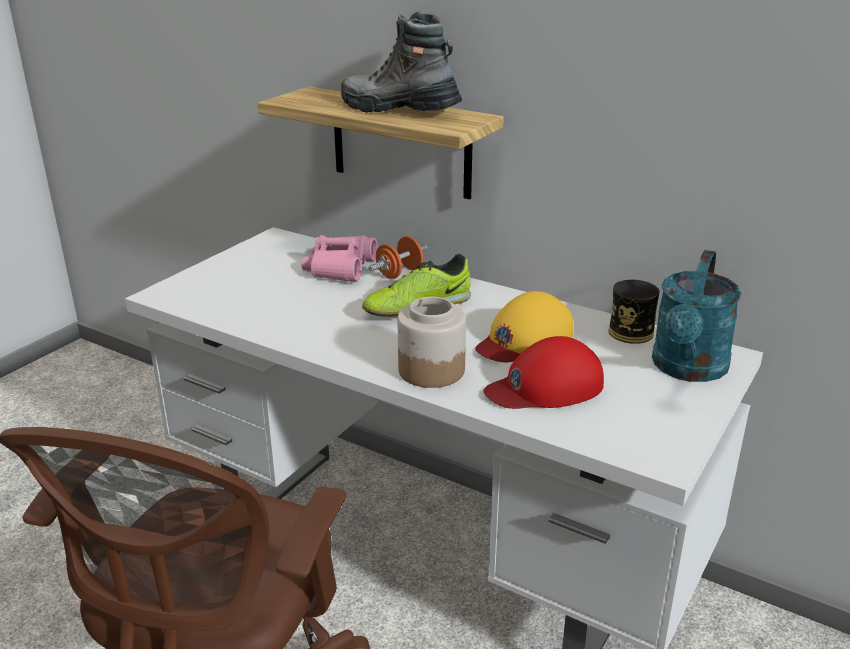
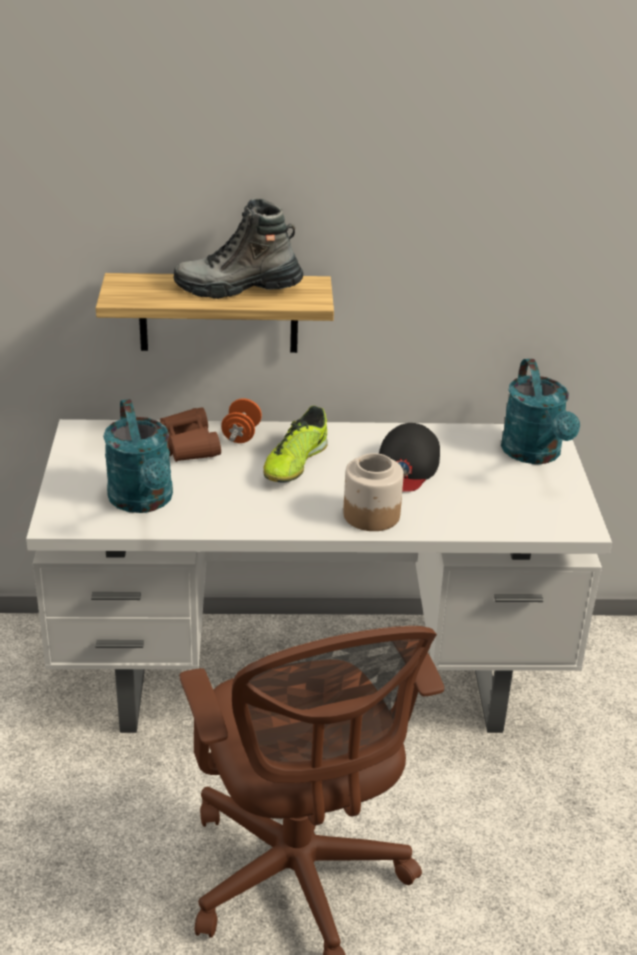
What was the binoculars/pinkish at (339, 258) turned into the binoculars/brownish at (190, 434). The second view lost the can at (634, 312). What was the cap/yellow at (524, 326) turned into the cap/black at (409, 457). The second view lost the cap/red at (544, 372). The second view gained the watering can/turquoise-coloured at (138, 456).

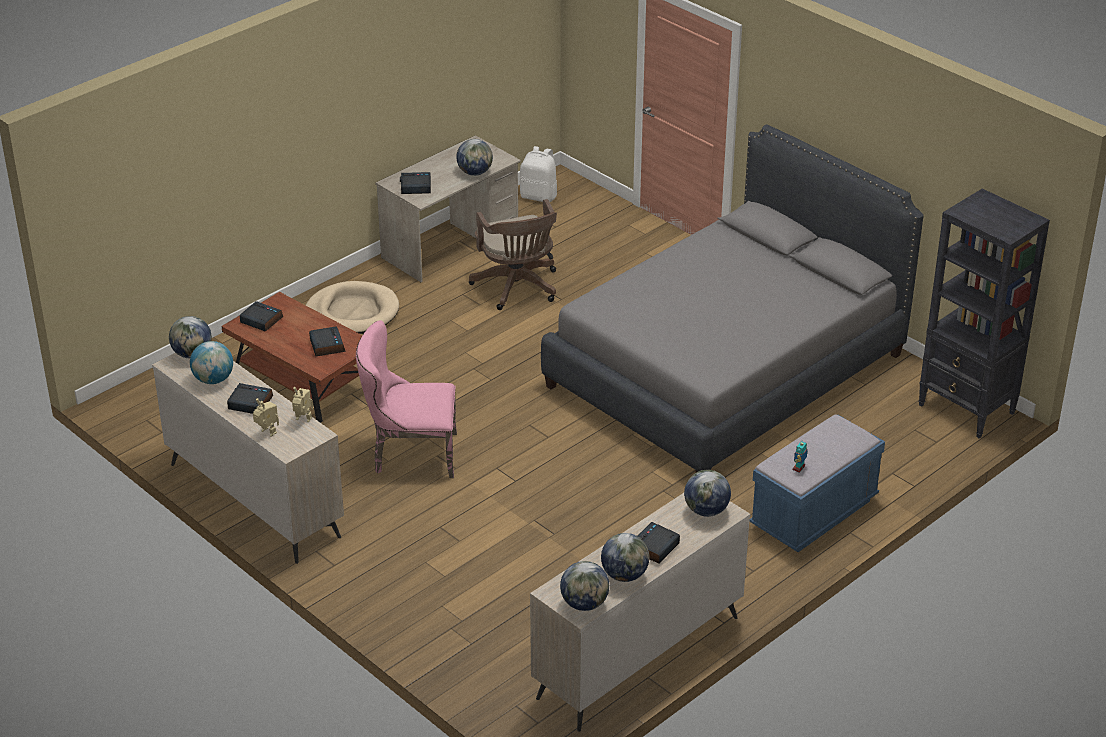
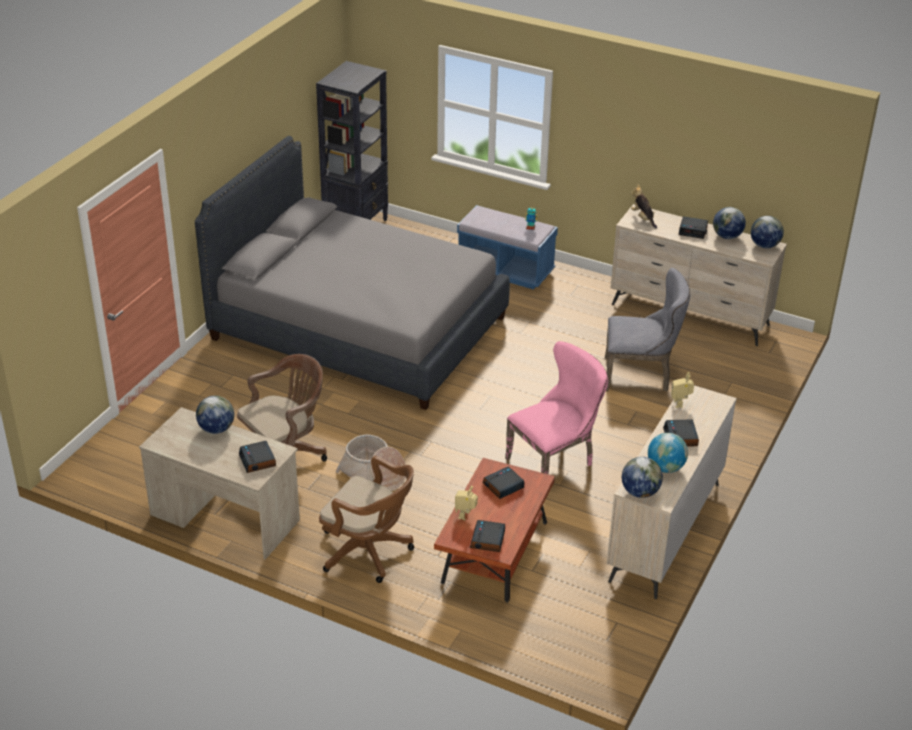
The second view lost the knapsack/white-coloured at (538, 174). Where the dog bed/sand-coloured stood at (352, 307), the computer chair/brownish came to stand at (366, 519). The chair/pinkish at (406, 399) ended up facing another way, 105 degrees counterclockwise from before. The toy robot ended up elsewhere, having gone from (266, 417) to (466, 503). Where the world globe stood at (707, 493), the soft toy came to stand at (644, 206). The second view gained the chair/greyish at (647, 329). The second view gained the basket at (371, 463).

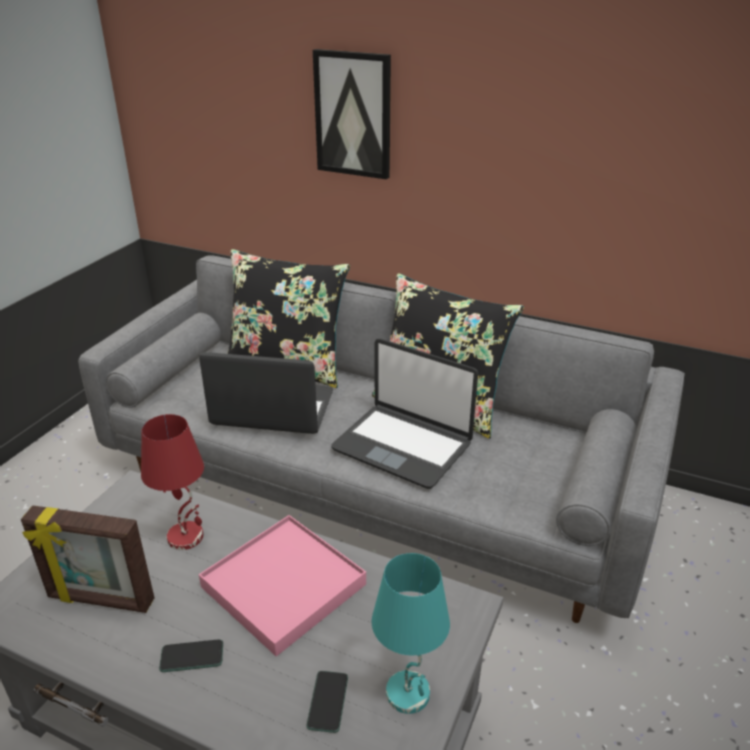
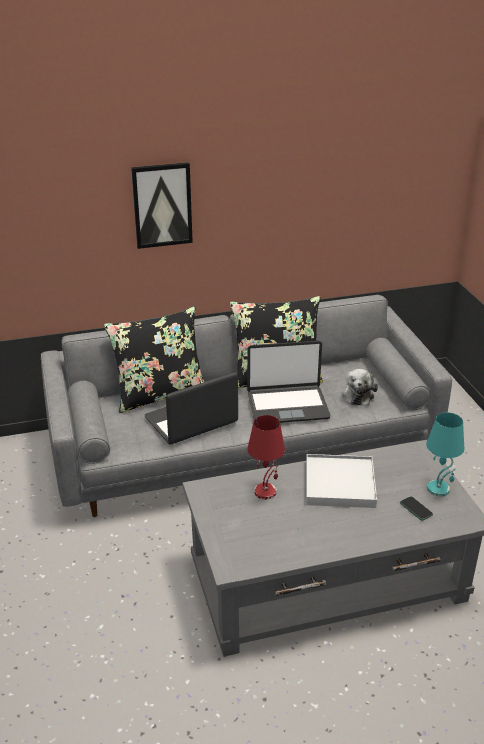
The second view lost the photo frame at (87, 559). What was the tray/pinkish at (282, 585) turned into the tray/white-coloured at (341, 481). The second view lost the handset at (191, 655). The second view gained the soft toy at (359, 387).

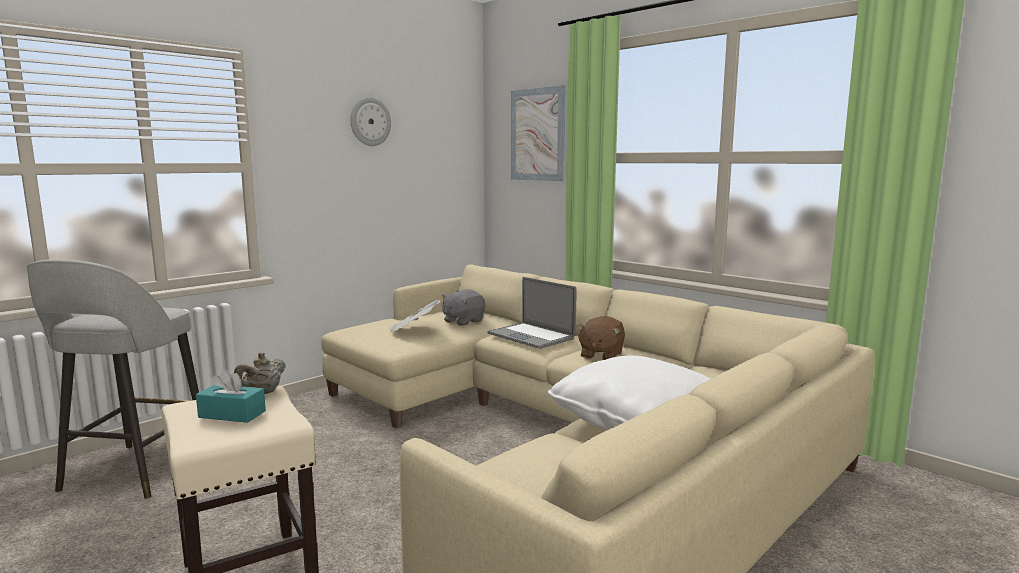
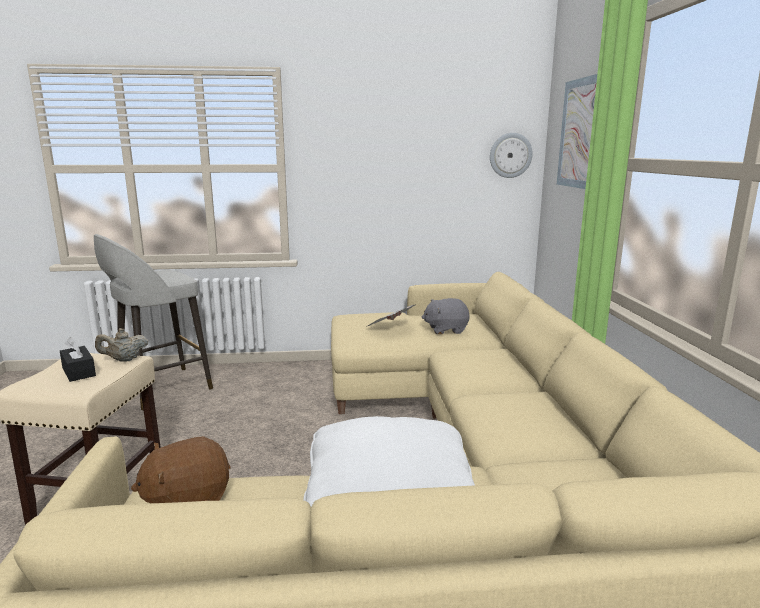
The hanging clock ended up elsewhere, having gone from (371, 121) to (511, 155). The second view lost the laptop at (532, 313). The soft toy/brownish ended up elsewhere, having gone from (601, 338) to (181, 469). What was the tissue box/turquoise-coloured at (231, 396) turned into the tissue box/black at (78, 359).

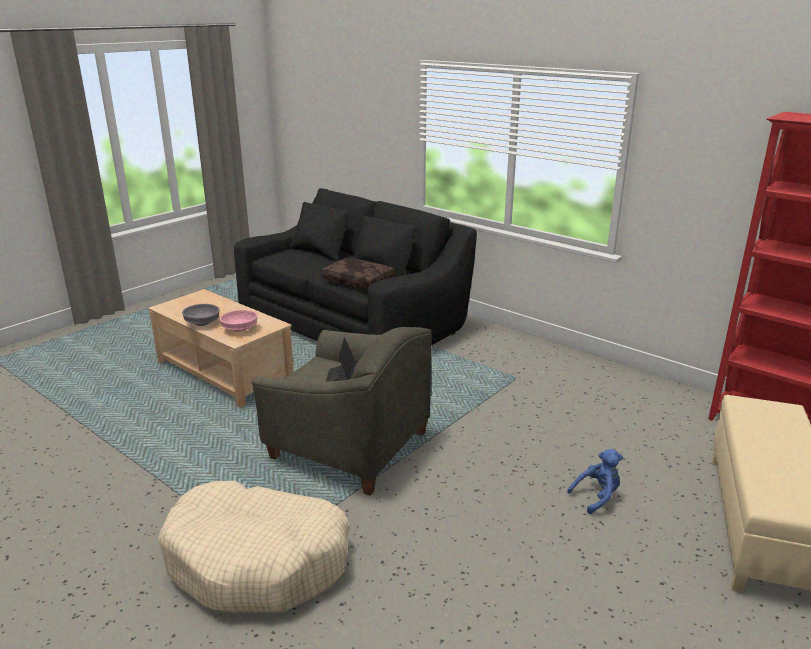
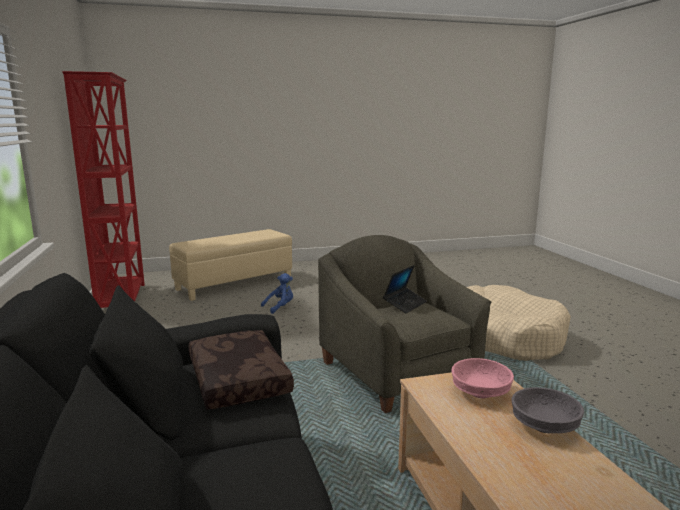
The soft toy/blue at (595, 481) ended up facing another way, 135 degrees clockwise from before.

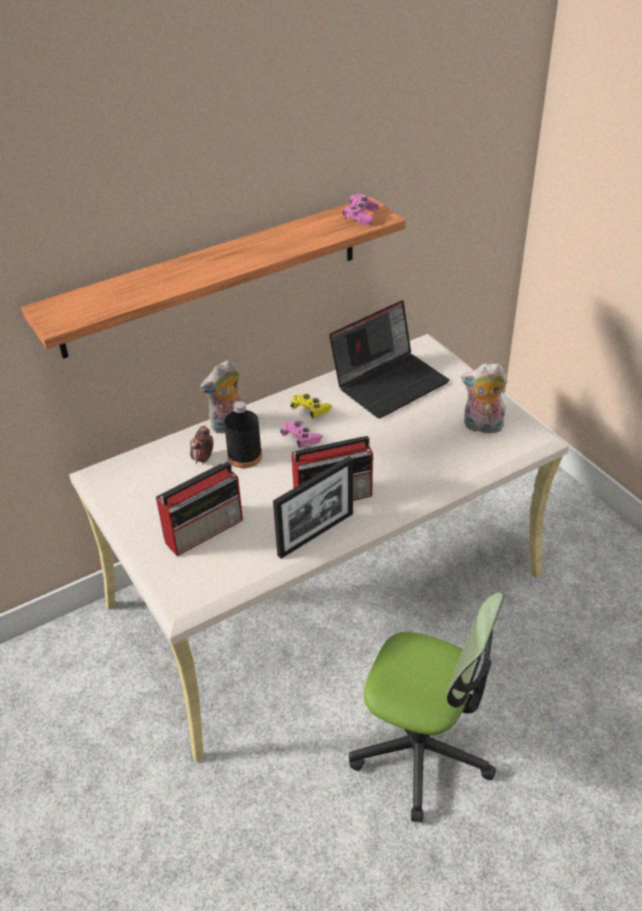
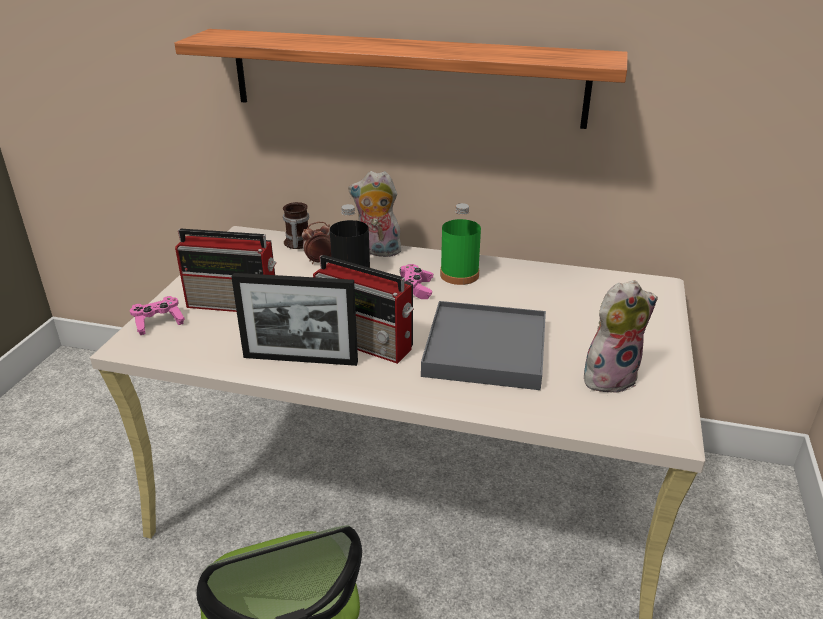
The gamepad/pinkish ended up elsewhere, having gone from (361, 210) to (157, 315). The second view lost the laptop at (389, 359). The soft toy at (484, 398) ended up facing another way, 105 degrees clockwise from before. Where the gamepad/yellow stood at (311, 406), the bottle/greenish came to stand at (460, 244). The second view gained the tea mug at (296, 225). The second view gained the tray/greyish at (483, 345).

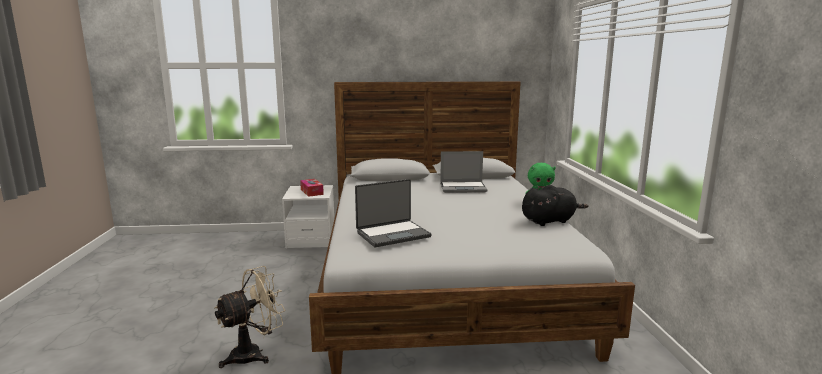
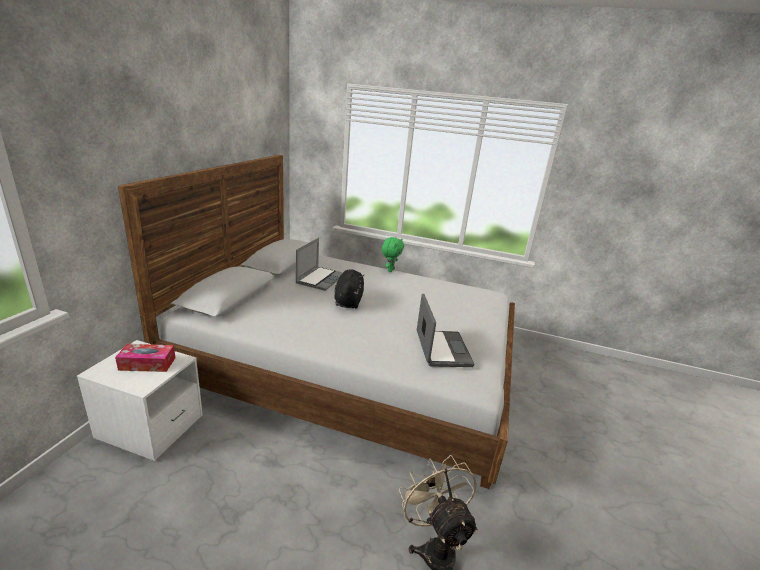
The soft toy/black ended up elsewhere, having gone from (555, 205) to (349, 288).

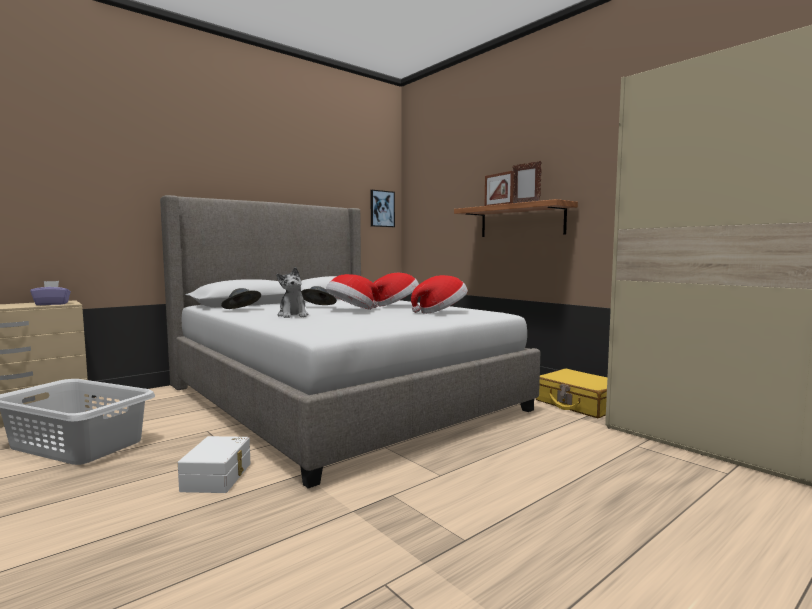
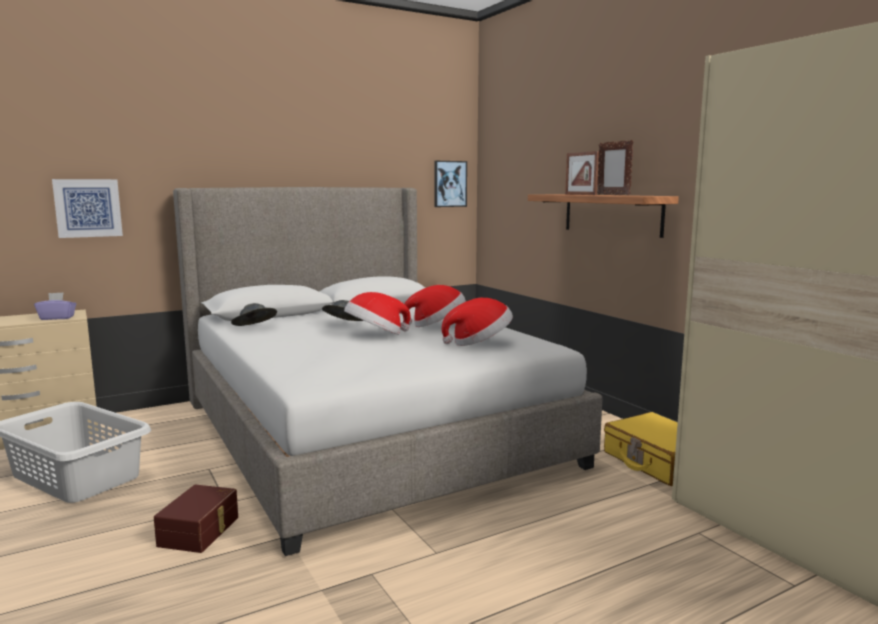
The second view lost the soft toy at (292, 292). What was the storage bin/white-coloured at (214, 464) turned into the storage bin/brownish at (196, 519). The second view gained the wall picture at (87, 208).

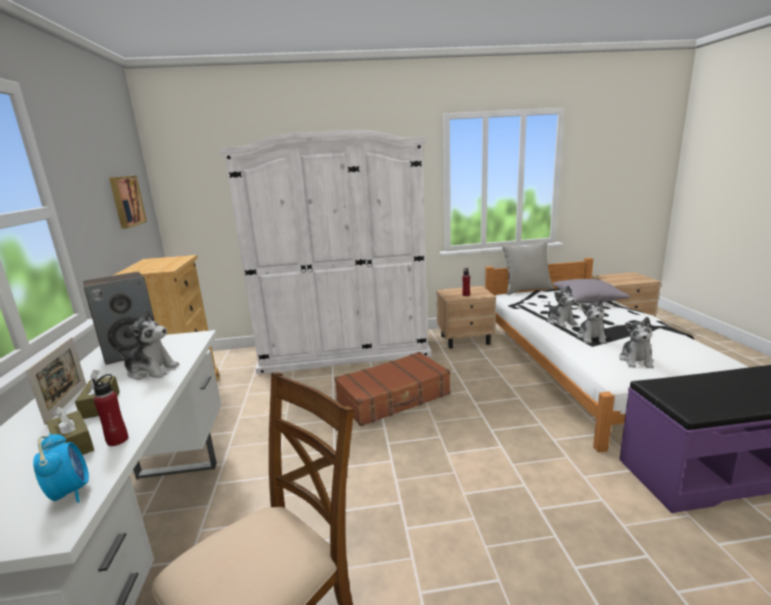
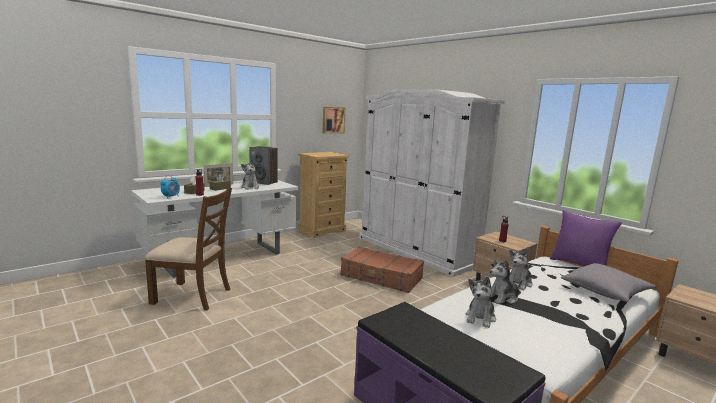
What was the throw pillow/greyish at (528, 268) turned into the throw pillow/purple-coloured at (586, 238). The soft toy at (636, 342) ended up facing another way, 45 degrees counterclockwise from before.

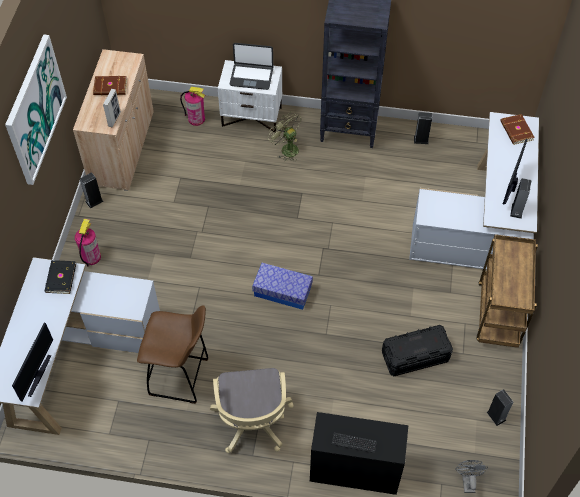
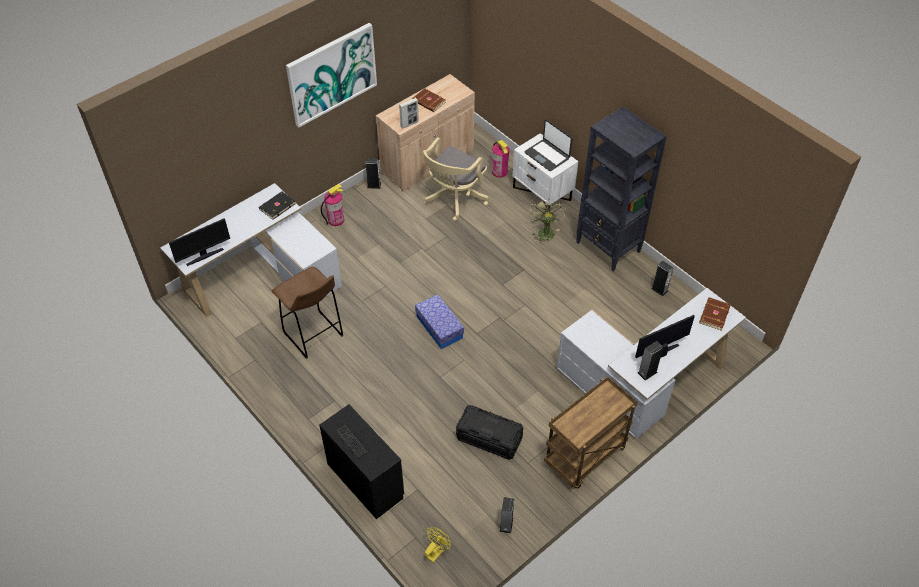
The computer chair/sand-coloured ended up elsewhere, having gone from (252, 410) to (456, 179). What was the fan/greyish at (471, 476) turned into the fan/yellow at (438, 545).

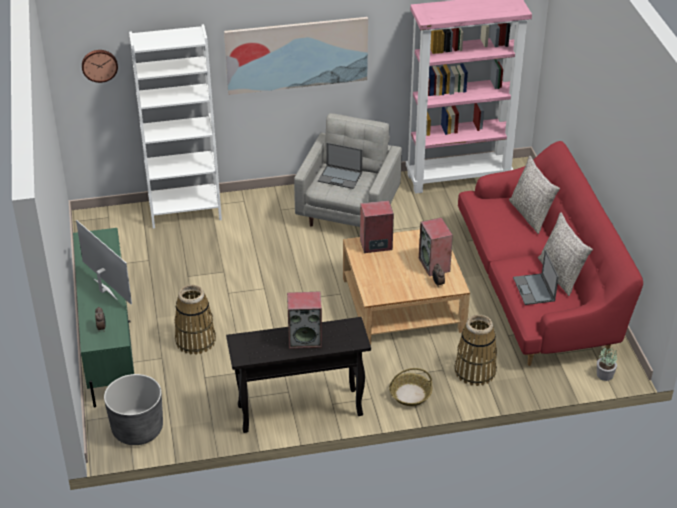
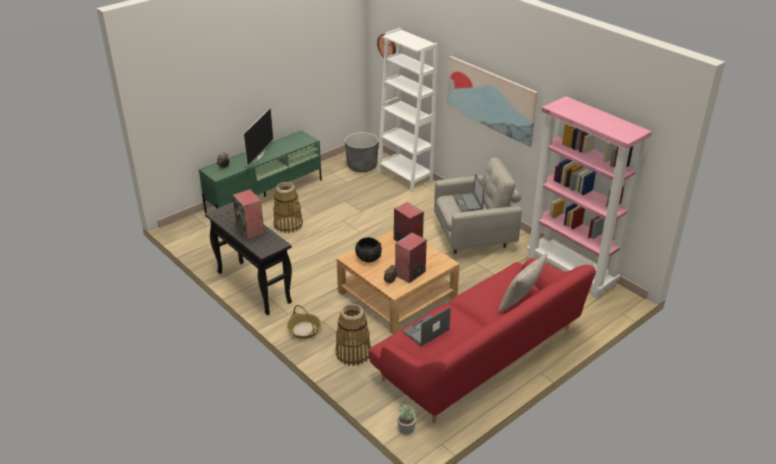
The second view lost the throw pillow/greyish at (565, 254). The planter/greyish ended up elsewhere, having gone from (133, 409) to (362, 152). The second view gained the bowl/black at (368, 249).

